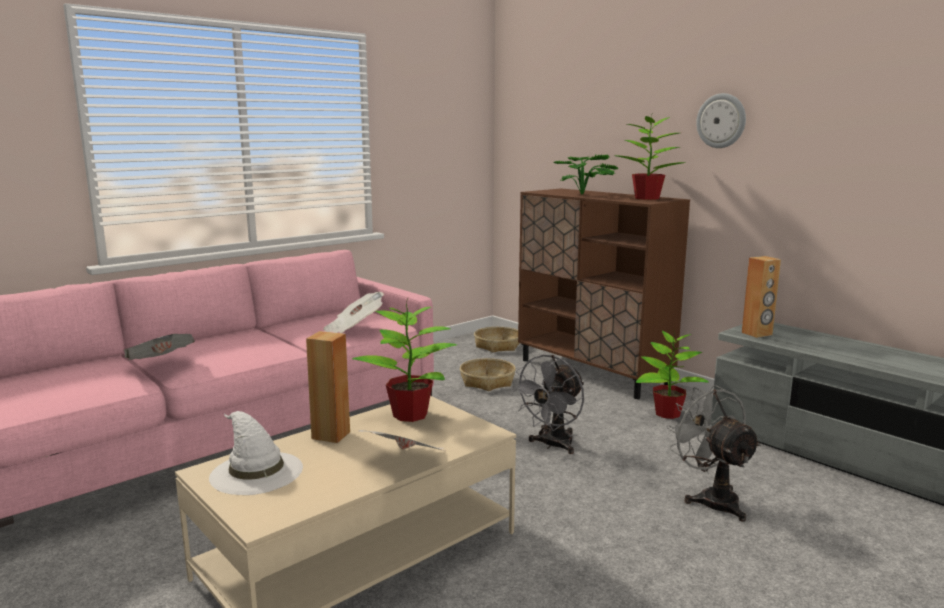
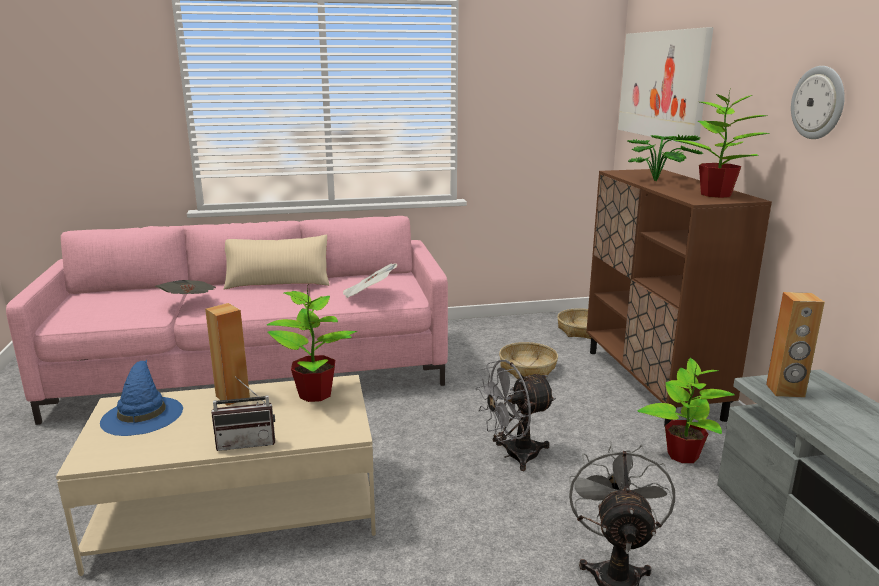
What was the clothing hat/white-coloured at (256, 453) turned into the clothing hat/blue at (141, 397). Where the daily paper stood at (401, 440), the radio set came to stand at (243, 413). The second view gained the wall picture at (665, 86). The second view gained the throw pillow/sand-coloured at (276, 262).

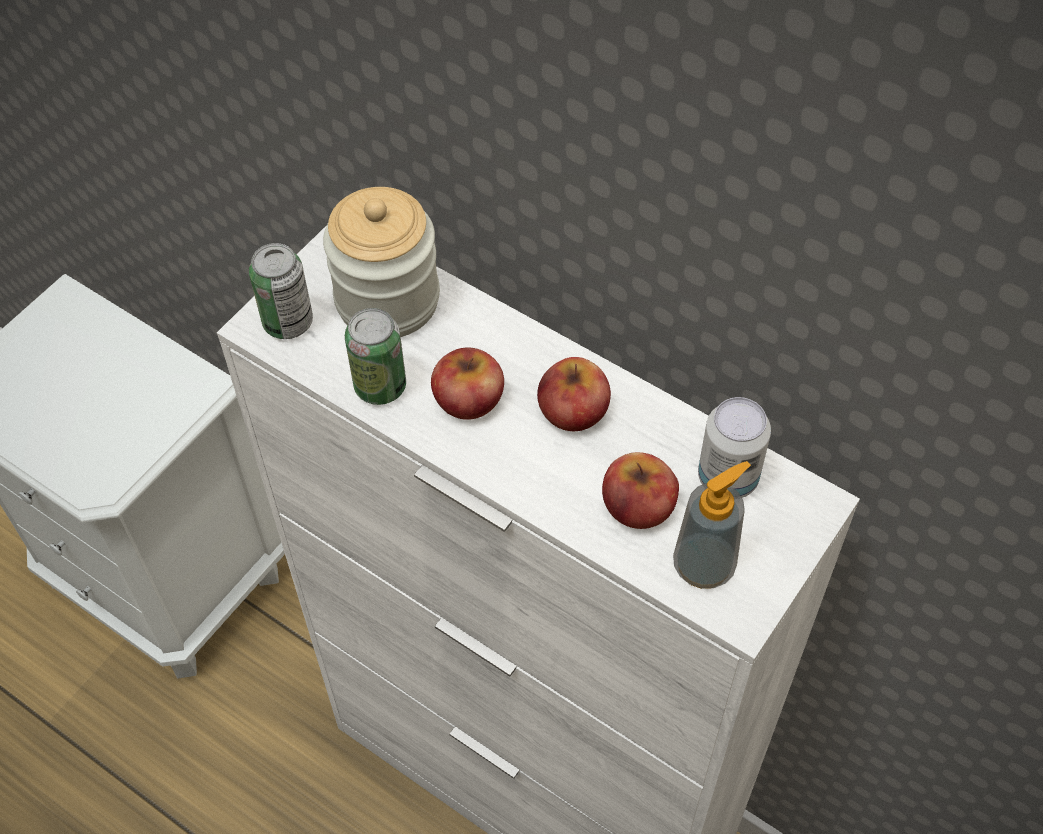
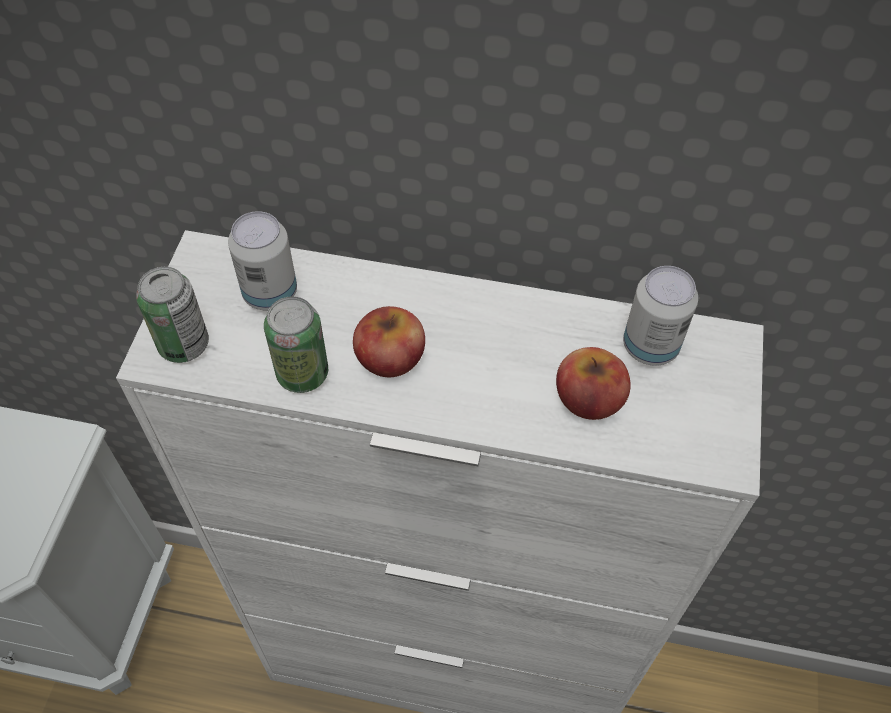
Where the jar stood at (381, 262), the can came to stand at (262, 260). The second view lost the apple at (574, 394). The second view lost the soap dispenser at (712, 525).

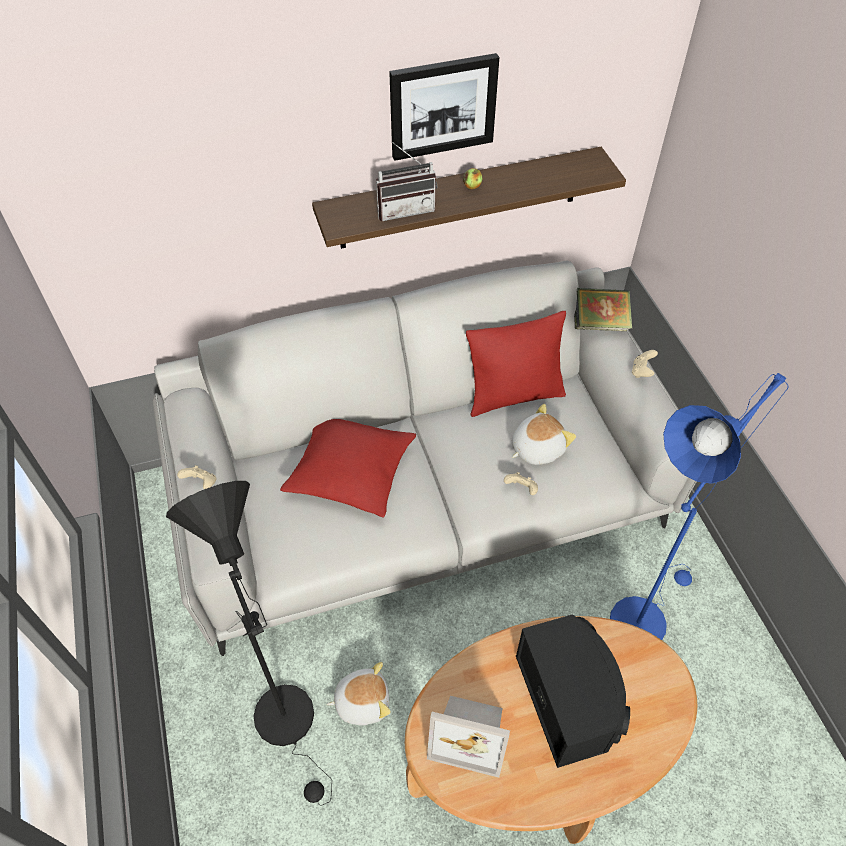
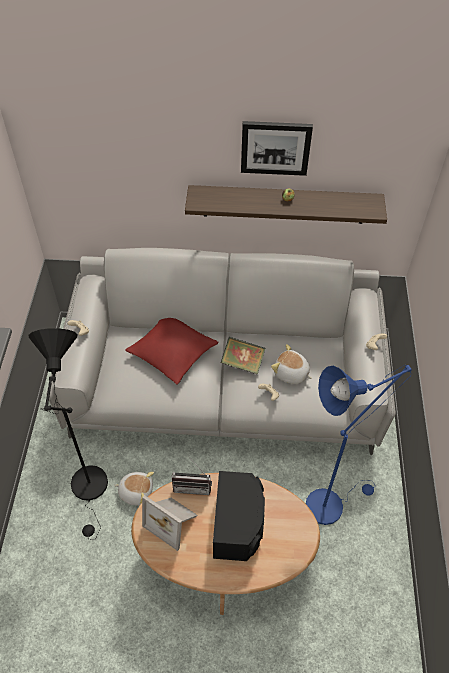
The radio set ended up elsewhere, having gone from (406, 181) to (192, 475). The volume ended up elsewhere, having gone from (603, 309) to (243, 355). The second view lost the throw pillow/red at (516, 364). The soft toy at (544, 434) ended up facing another way, 135 degrees counterclockwise from before.

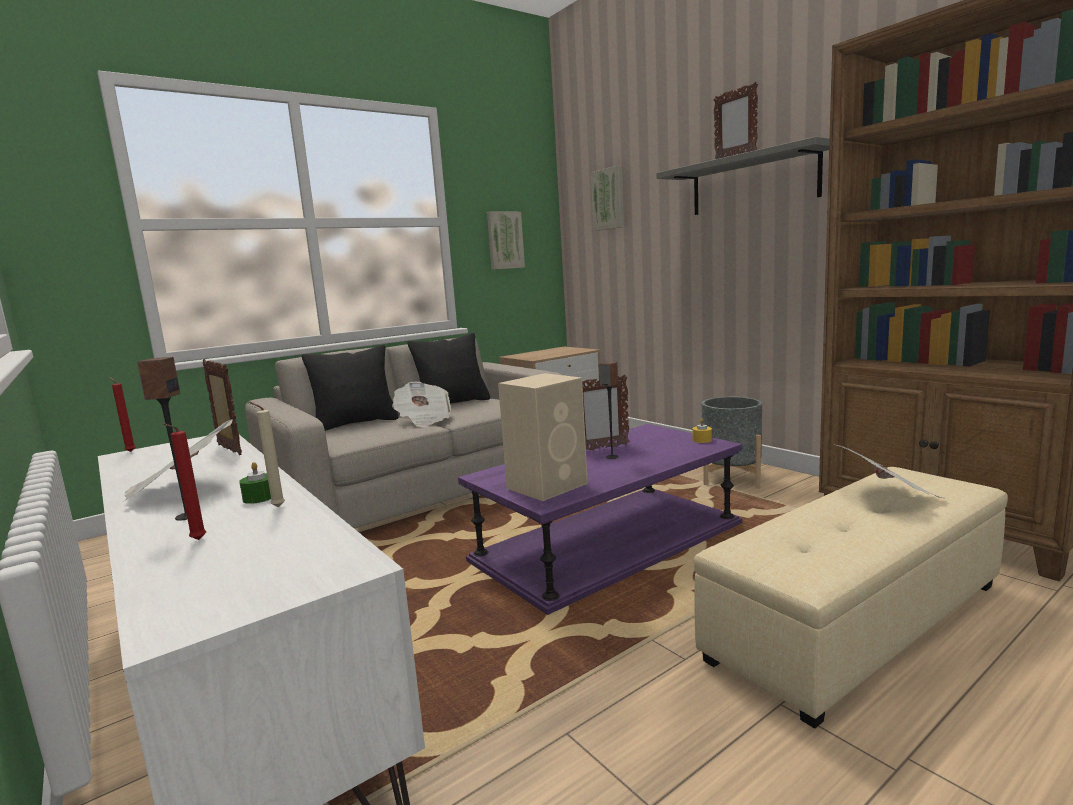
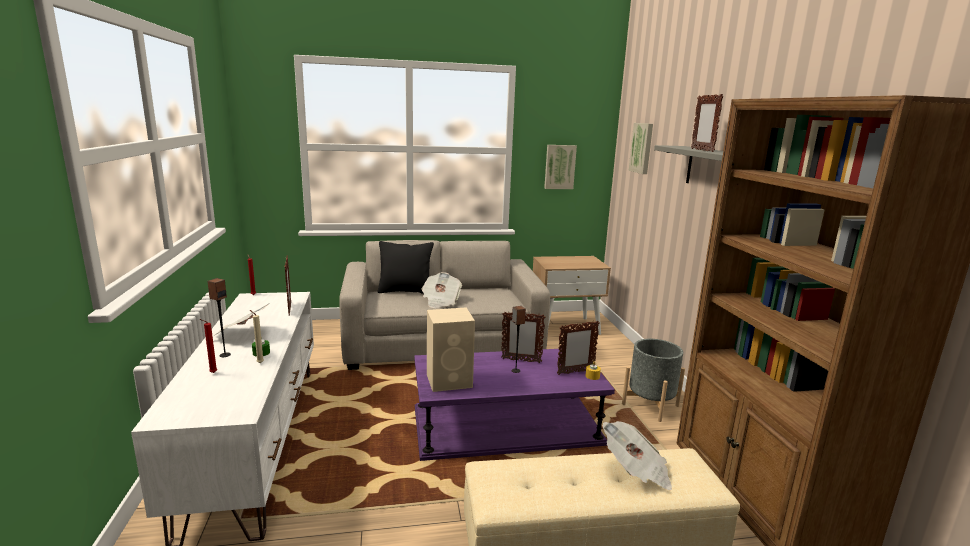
The second view lost the throw pillow/black at (449, 368). The second view gained the photo frame at (578, 348).

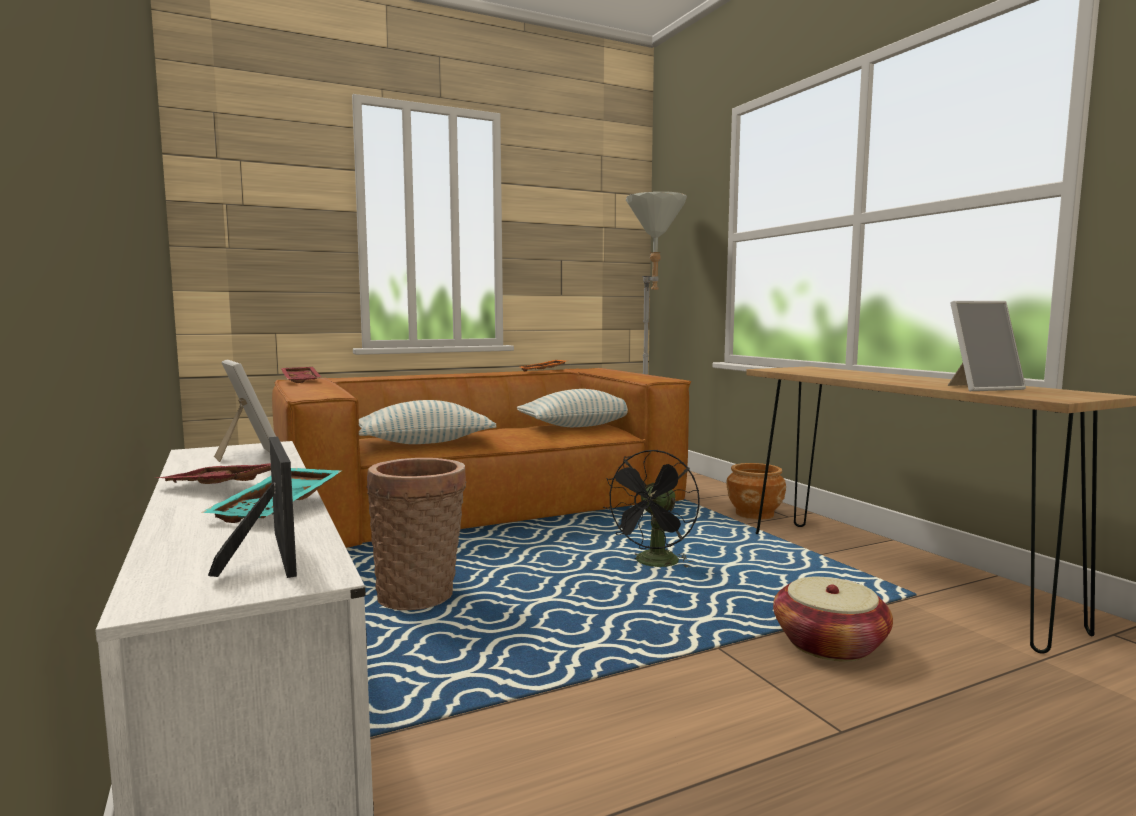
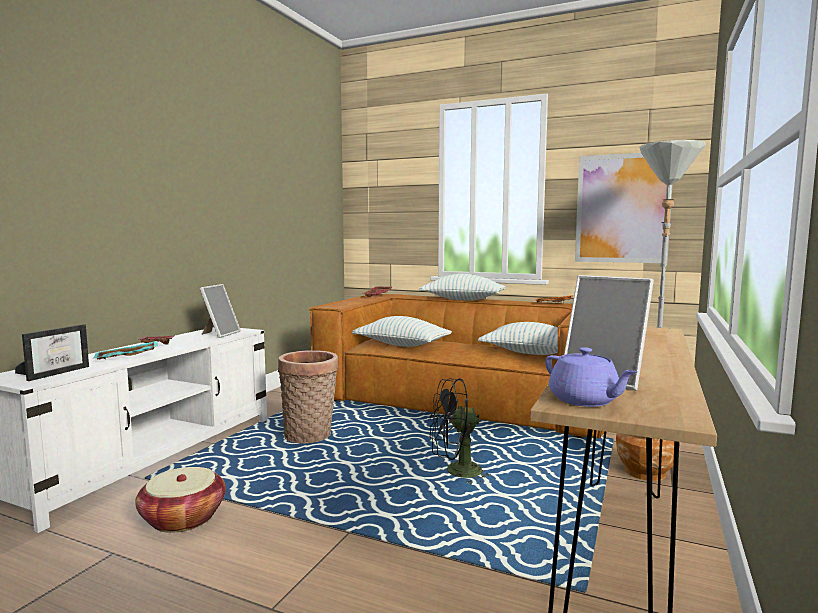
The basket ended up elsewhere, having gone from (833, 619) to (180, 500). The second view gained the wall picture at (624, 208). The second view gained the throw pillow at (462, 287). The second view gained the tea pot/purple-coloured at (591, 377).

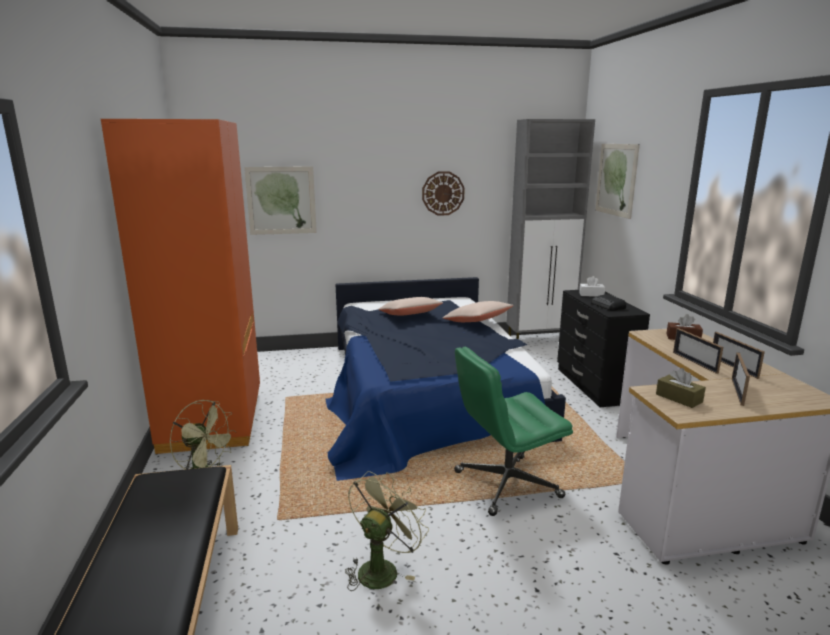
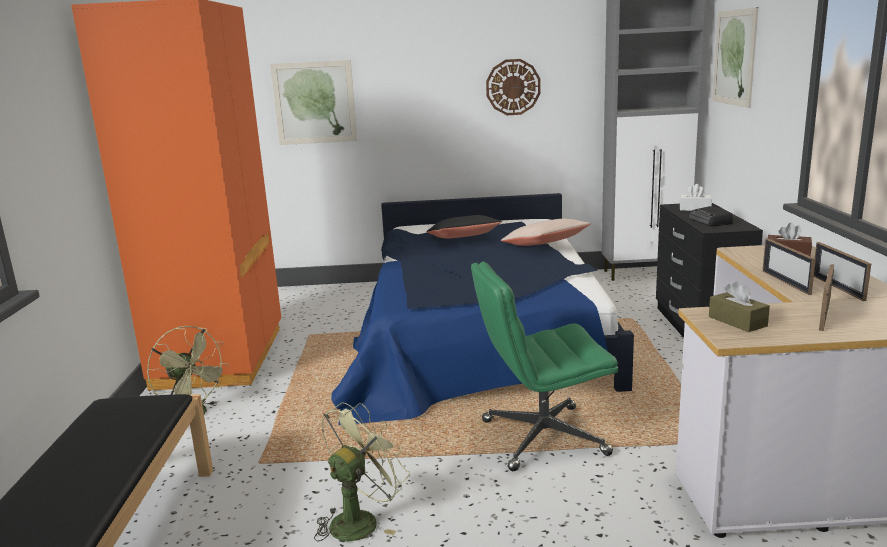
What was the throw pillow/sand-coloured at (410, 306) turned into the throw pillow/black at (464, 226).

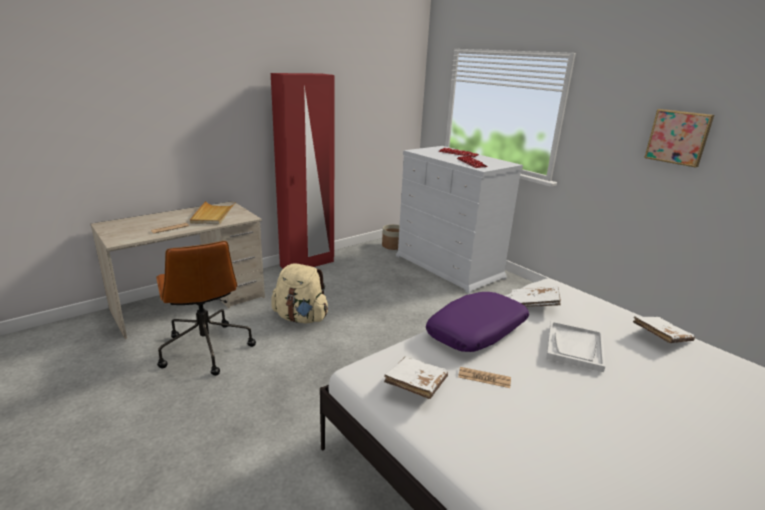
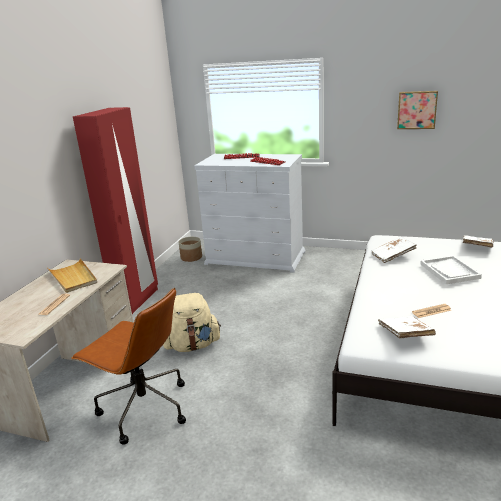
The second view lost the throw pillow/purple-coloured at (477, 322).

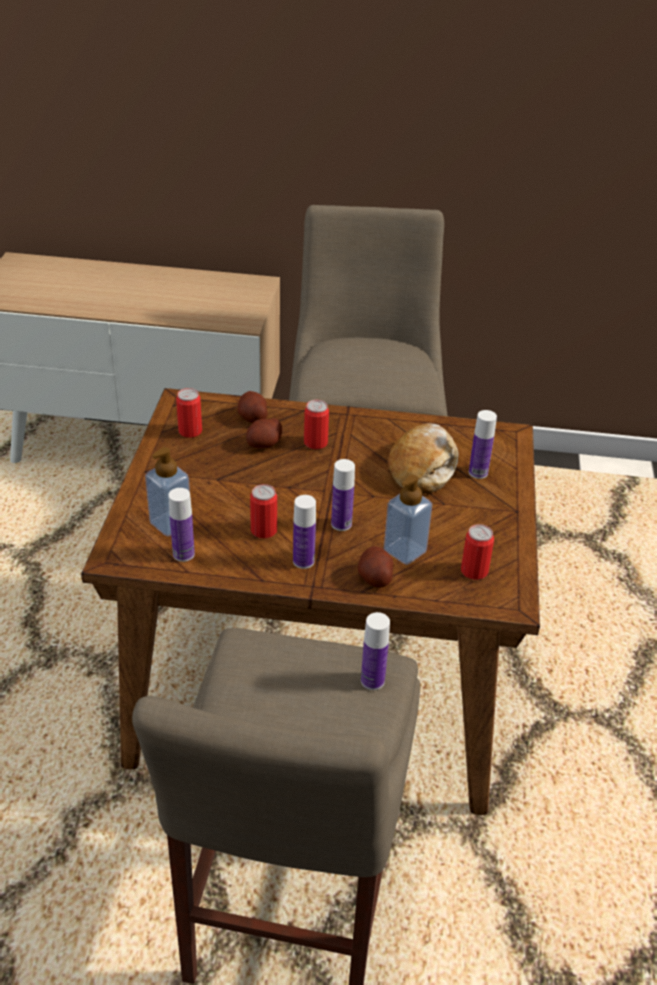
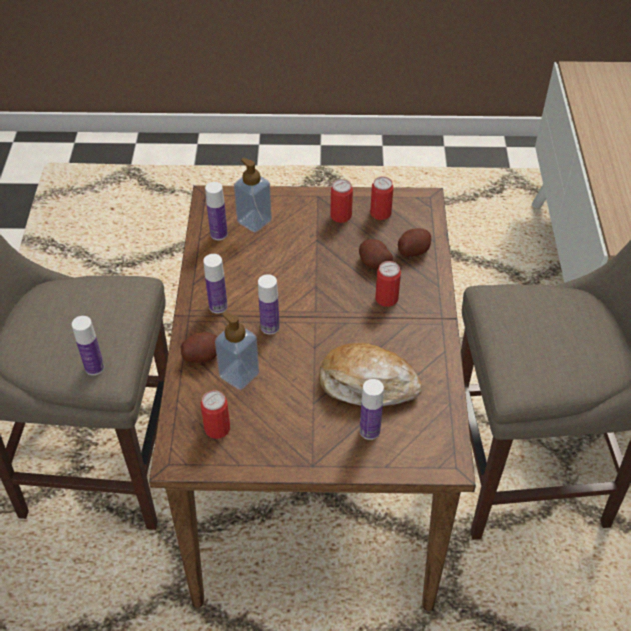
The can ended up elsewhere, having gone from (263, 511) to (341, 201).

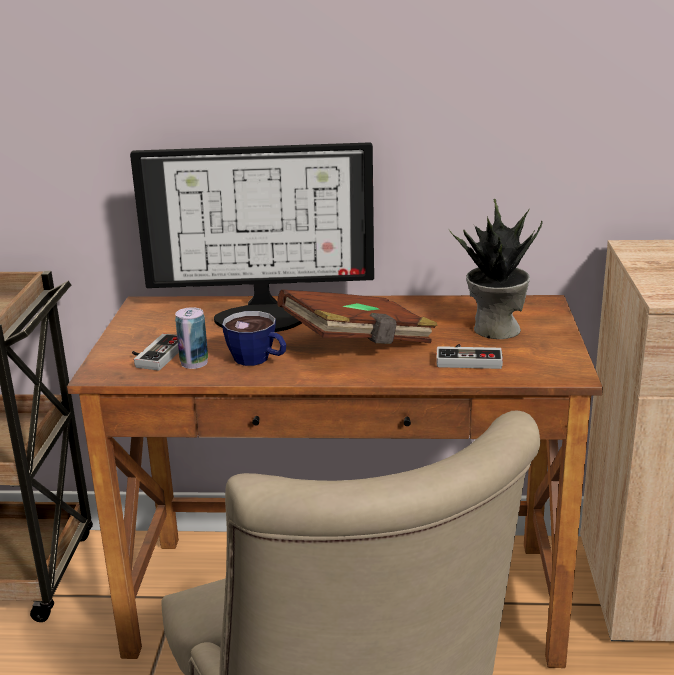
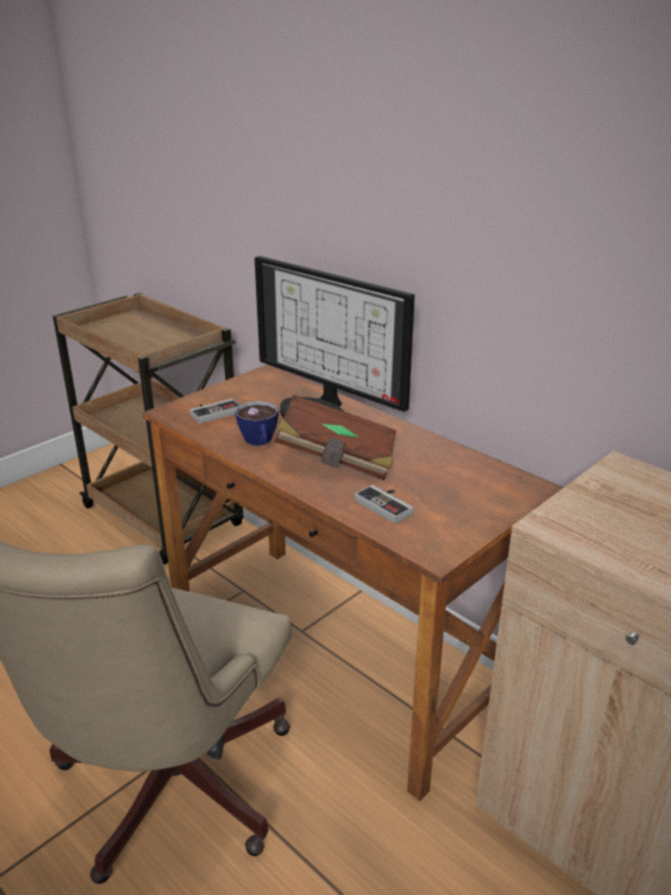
The second view lost the houseplant at (496, 268). The second view lost the can at (191, 338).

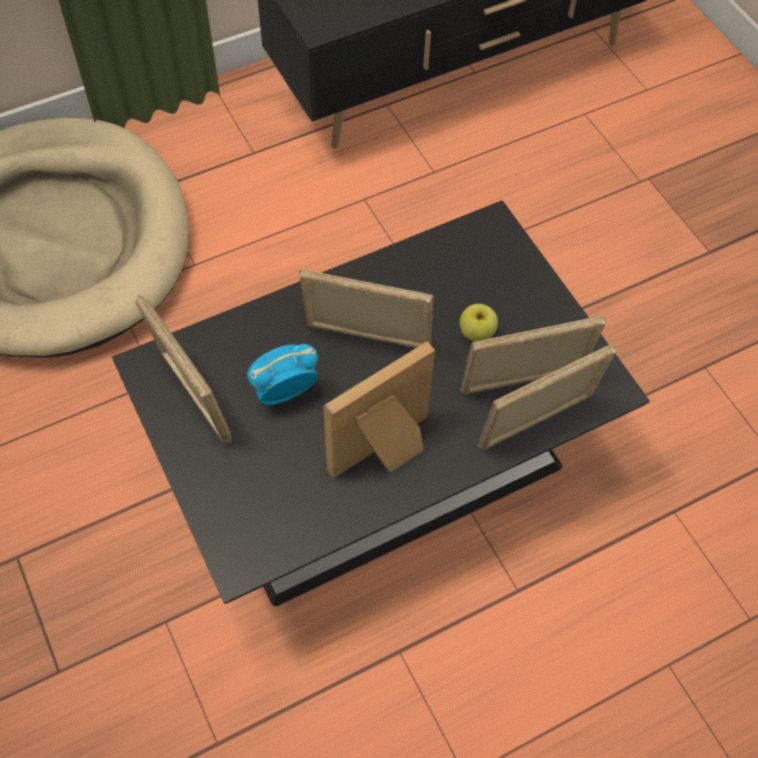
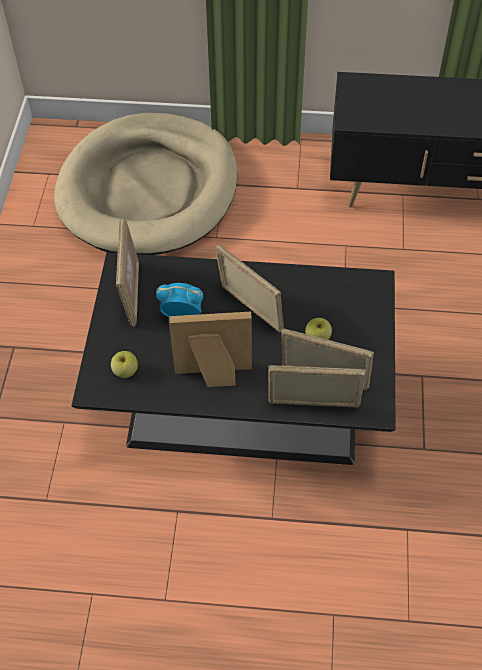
The second view gained the apple at (124, 364).

